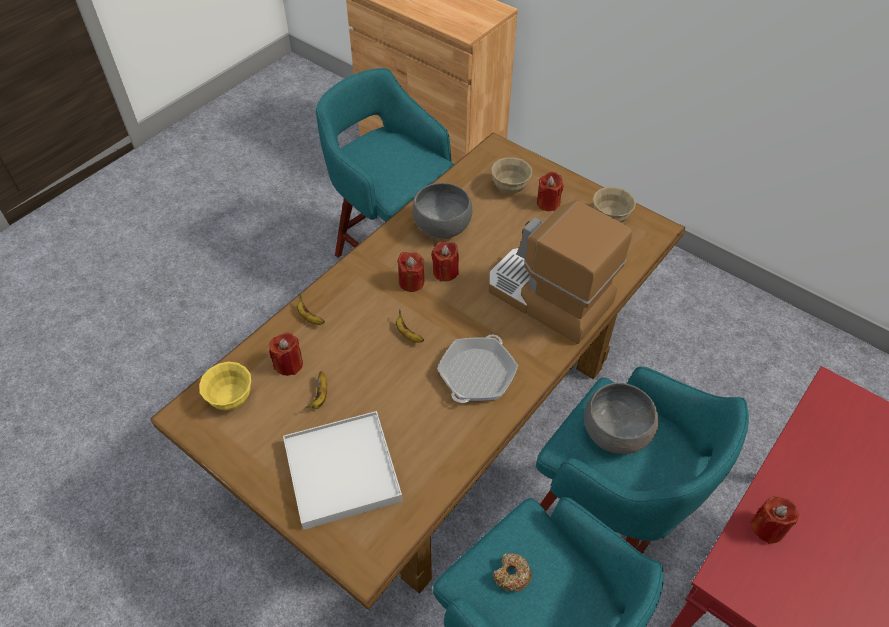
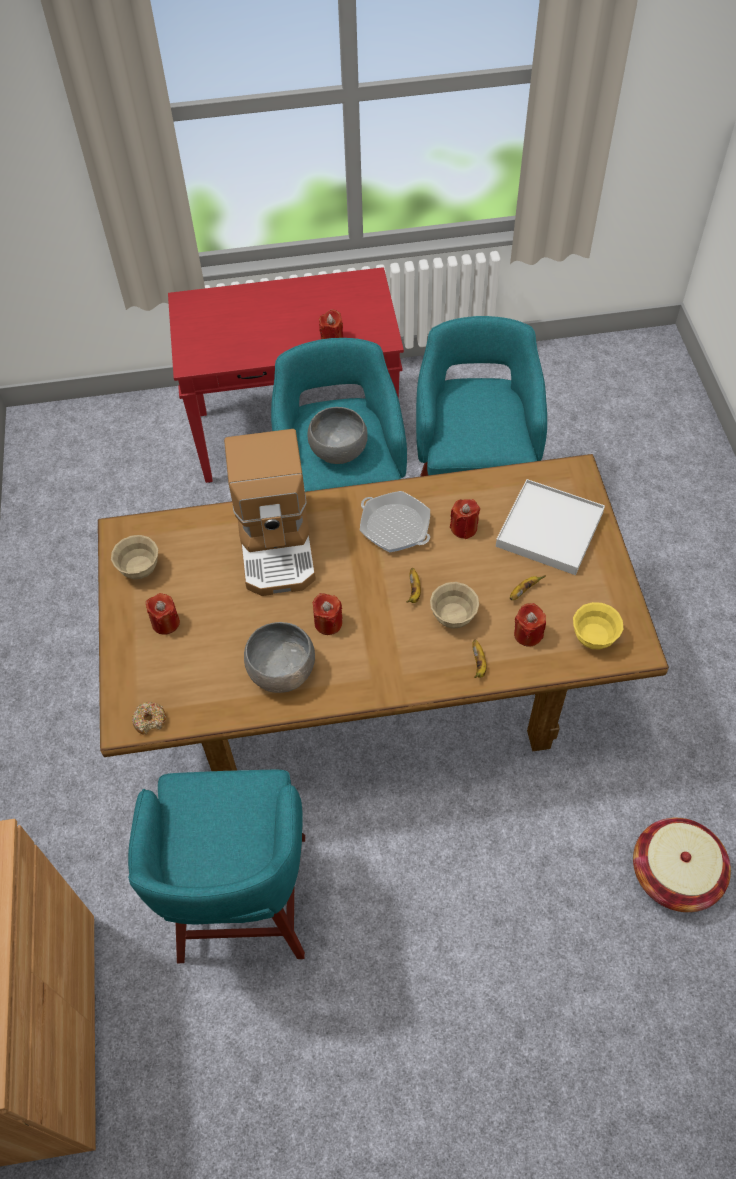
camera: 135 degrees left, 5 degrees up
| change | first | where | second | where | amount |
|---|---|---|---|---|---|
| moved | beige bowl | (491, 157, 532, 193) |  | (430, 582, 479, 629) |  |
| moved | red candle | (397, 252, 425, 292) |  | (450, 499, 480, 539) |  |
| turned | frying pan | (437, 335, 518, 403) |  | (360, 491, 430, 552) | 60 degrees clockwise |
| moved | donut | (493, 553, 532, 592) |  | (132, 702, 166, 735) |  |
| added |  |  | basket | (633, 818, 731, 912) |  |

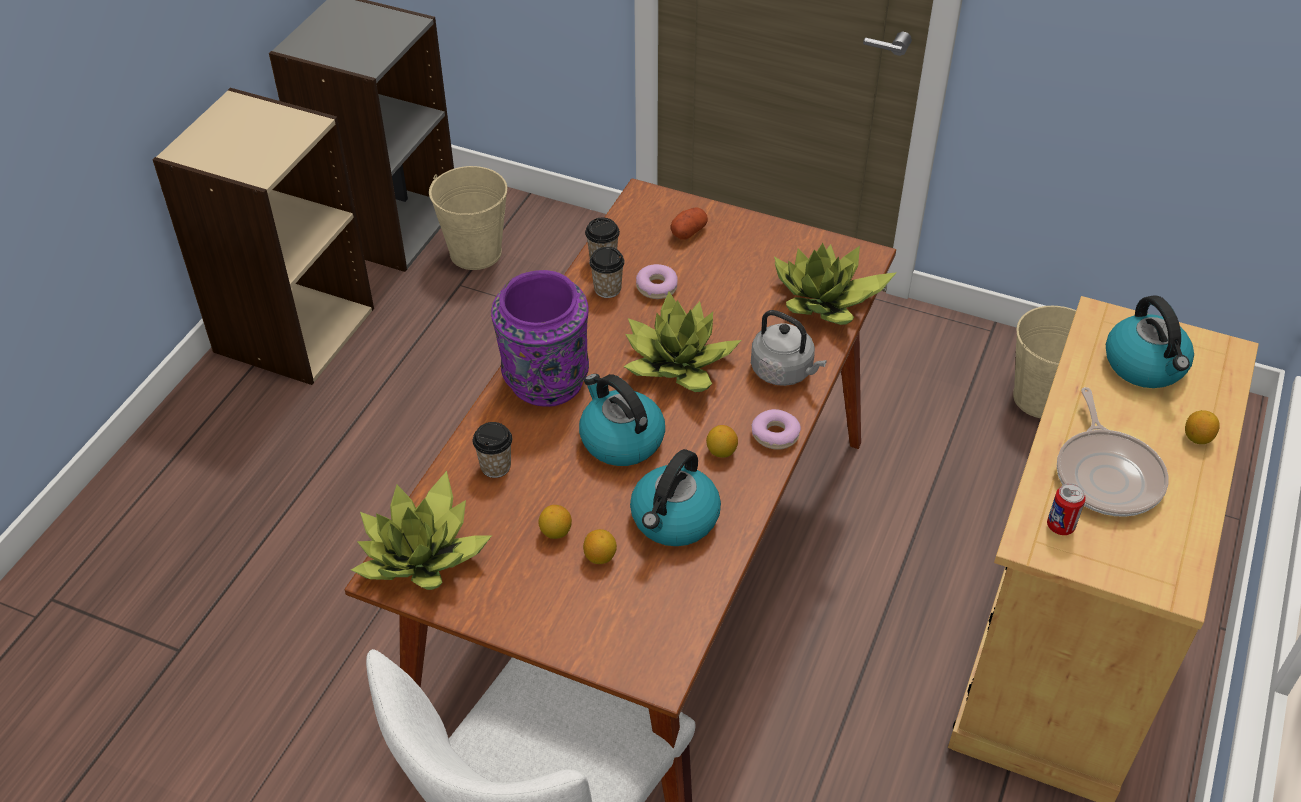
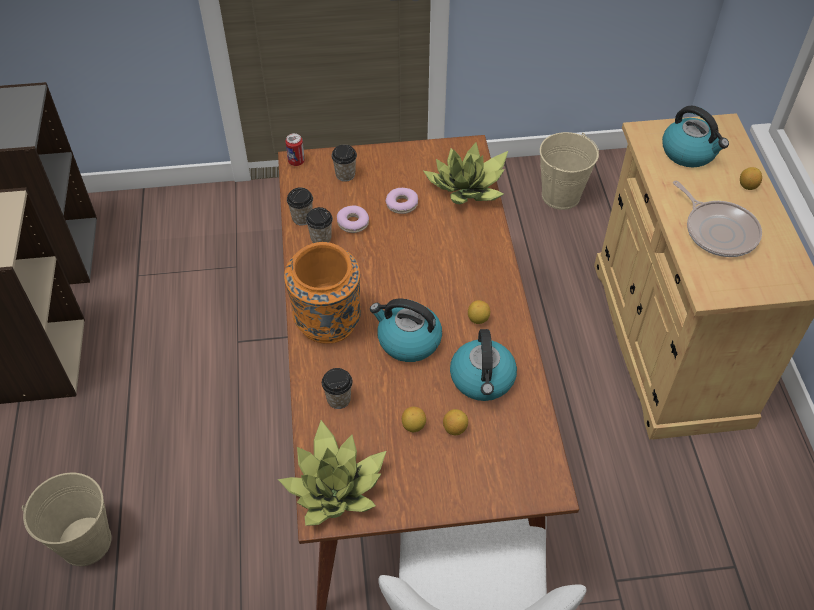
camera: 30 degrees left, 5 degrees up
| change | first | where | second | where | amount |
|---|---|---|---|---|---|
| moved | beige bucket | (429, 166, 507, 270) |  | (22, 473, 112, 566) |  |
| replaced | potato | (670, 208, 708, 240) | cup | (331, 144, 357, 182) |  |
| recoloured | purple vase | (491, 270, 589, 407) | orange vase | (284, 242, 361, 344) |  |
| removed | potted plant | (623, 292, 741, 392) |  |  |  |
| removed | grey kettle | (751, 310, 827, 386) |  |  |  |
| moved | donut | (751, 409, 801, 450) |  | (385, 188, 418, 214) |  |
| moved | can | (1047, 483, 1086, 535) |  | (285, 133, 305, 166) |  |

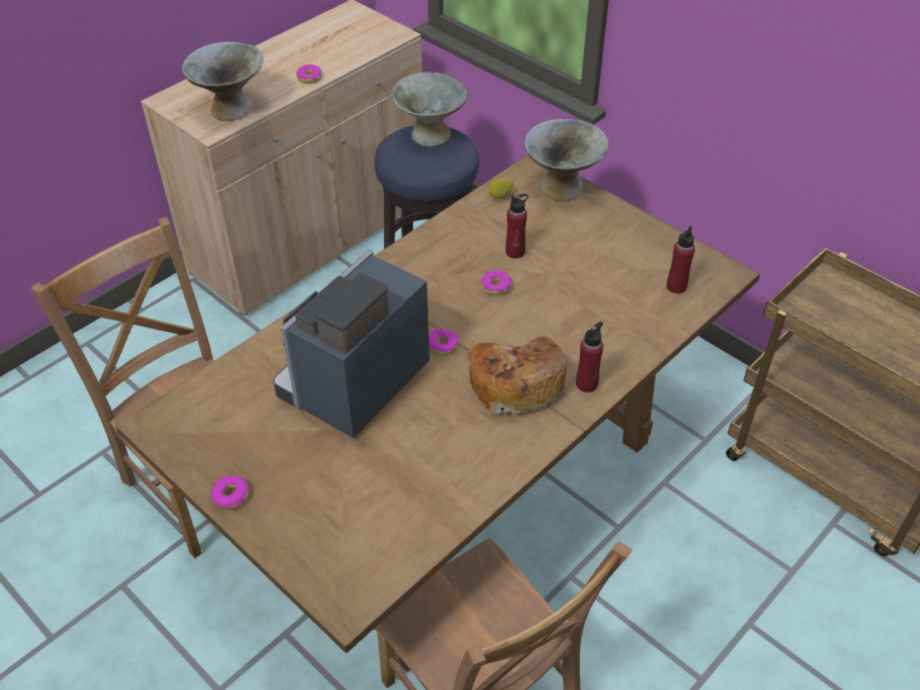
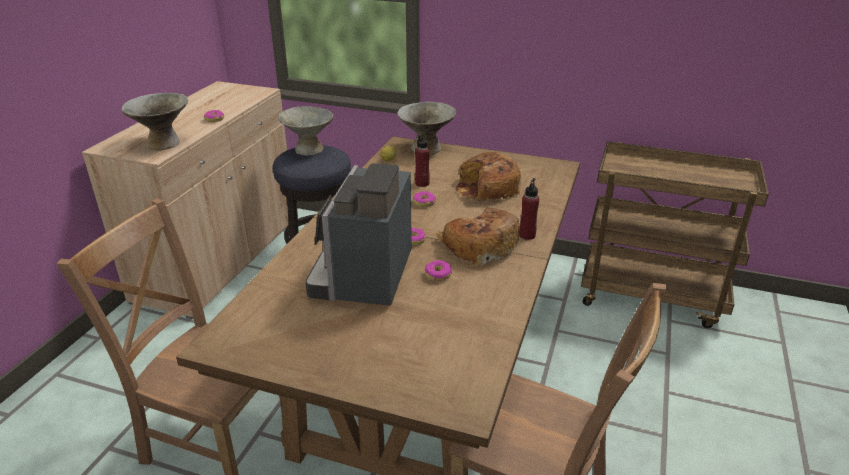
camera: 25 degrees left, 15 degrees down
| change | first | where | second | where | amount |
|---|---|---|---|---|---|
| removed | red bottle | (667, 226, 695, 294) |  |  |  |
| moved | donut | (211, 476, 249, 510) |  | (425, 260, 452, 281) |  |
| added |  |  | bread | (455, 151, 521, 201) |  |

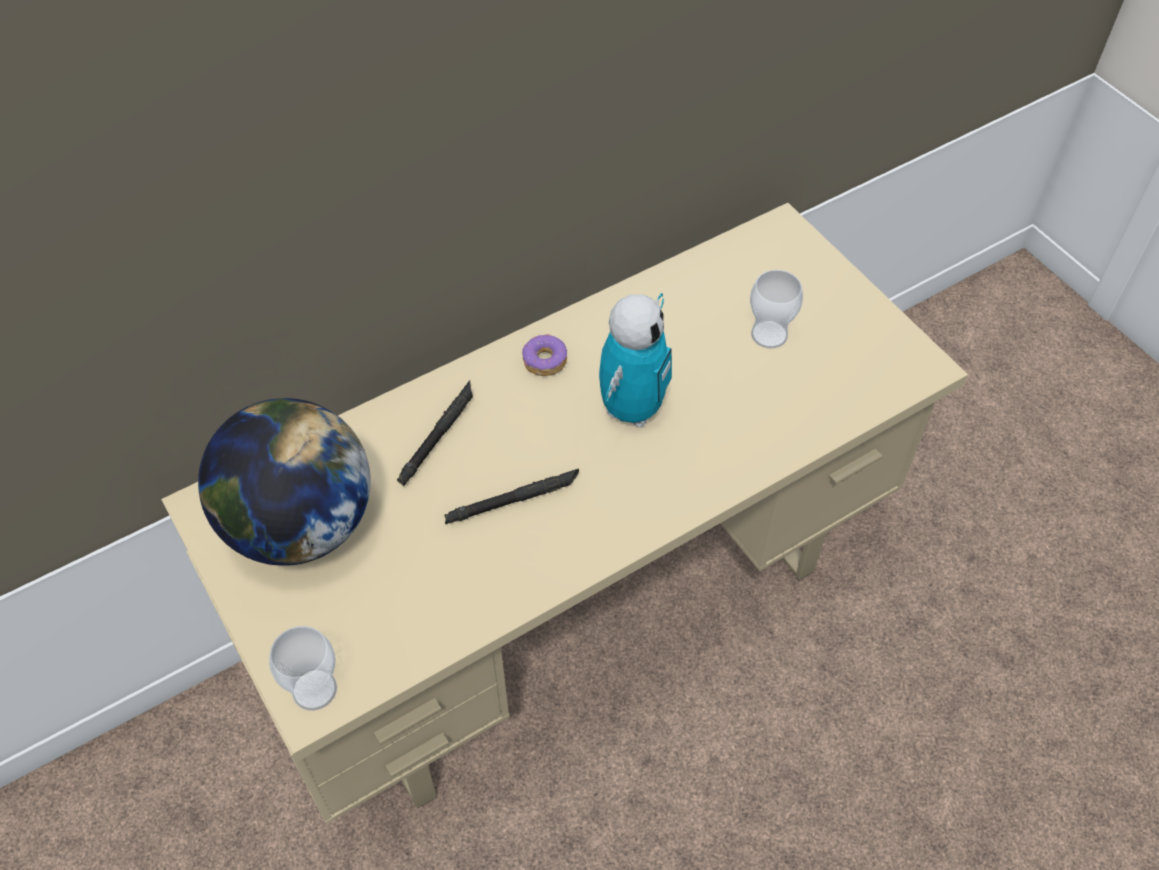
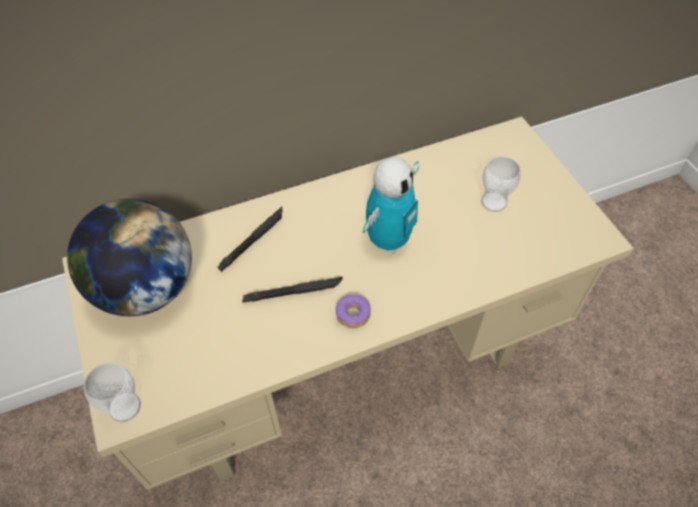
camera: 10 degrees right, 0 degrees up
| change | first | where | second | where | amount |
|---|---|---|---|---|---|
| moved | donut | (522, 334, 567, 376) |  | (336, 293, 371, 328) |  |

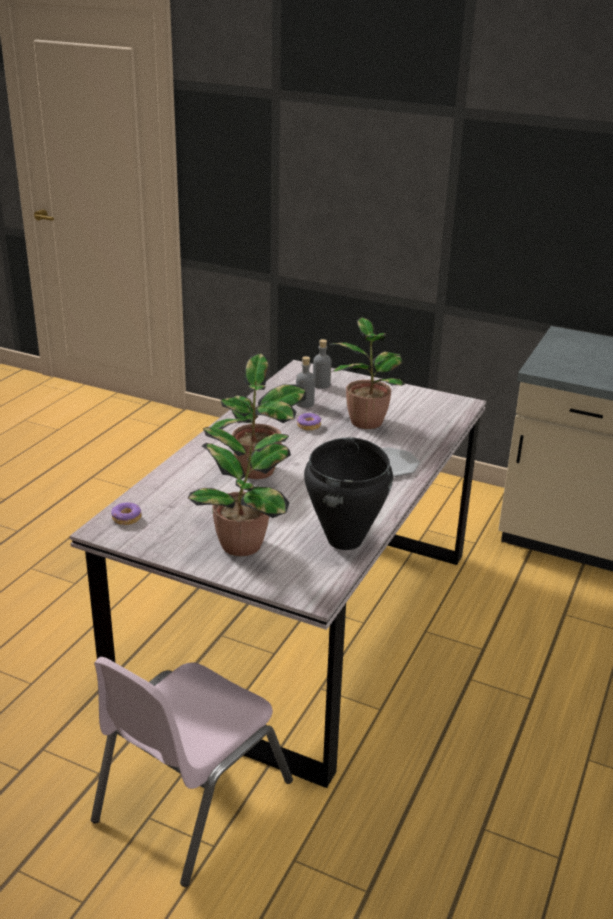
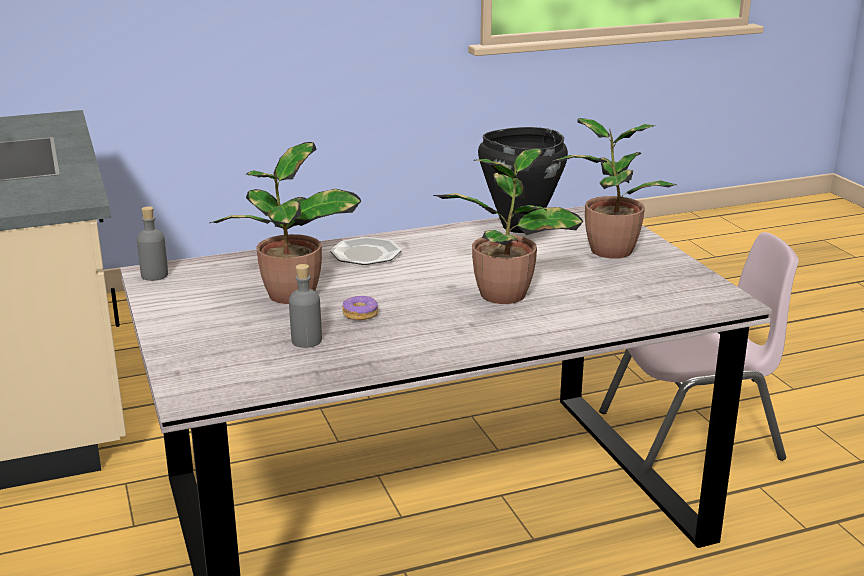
camera: 135 degrees left, 5 degrees down
| change | first | where | second | where | amount |
|---|---|---|---|---|---|
| moved | grey bottle | (313, 339, 331, 389) |  | (137, 206, 168, 281) |  |
| removed | donut | (111, 502, 142, 525) |  |  |  |

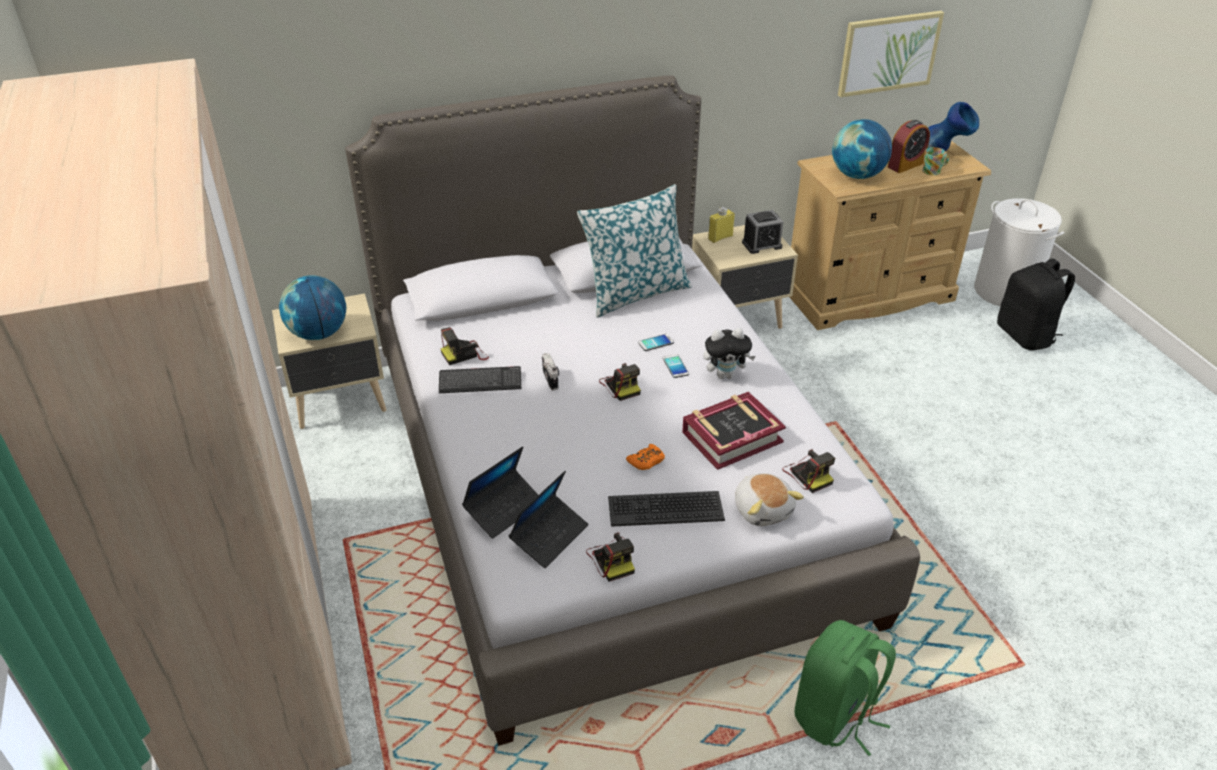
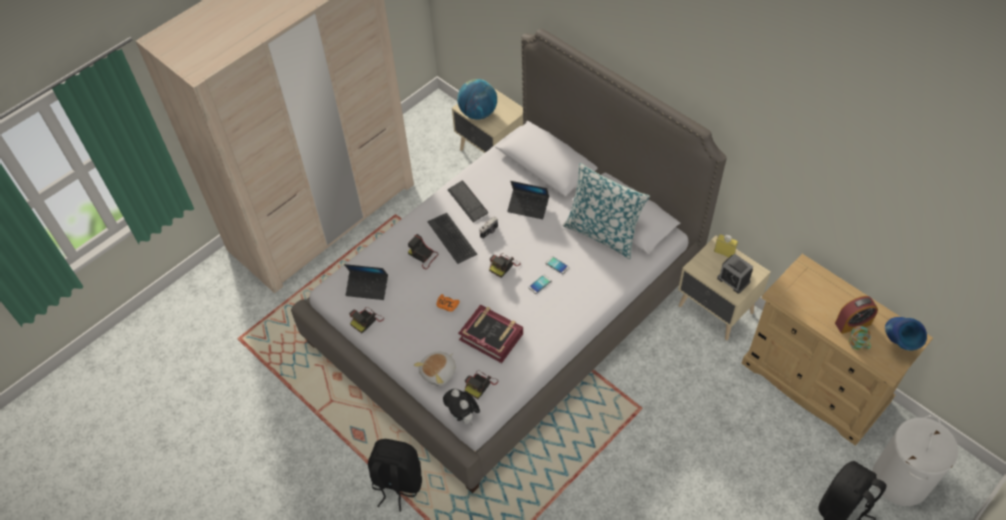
camera: 65 degrees right, 15 degrees up
| change | first | where | second | where | amount |
|---|---|---|---|---|---|
| removed | picture | (838, 11, 944, 97) |  |  |  |
| removed | globe | (832, 119, 892, 179) |  |  |  |
| turned | alarm clock | (888, 120, 930, 173) |  | (835, 296, 878, 334) | 45 degrees counterclockwise |
| moved | photo camera | (441, 327, 489, 365) |  | (408, 234, 438, 269) |  |
| moved | plush toy | (703, 328, 755, 379) |  | (443, 389, 480, 425) |  |
| moved | laptop | (462, 446, 538, 539) |  | (507, 181, 549, 219) |  |
| moved | keyboard | (608, 491, 725, 527) |  | (427, 213, 477, 264) |  |
| recoloured | green backpack | (795, 620, 896, 756) | black backpack | (368, 439, 422, 512) |  |

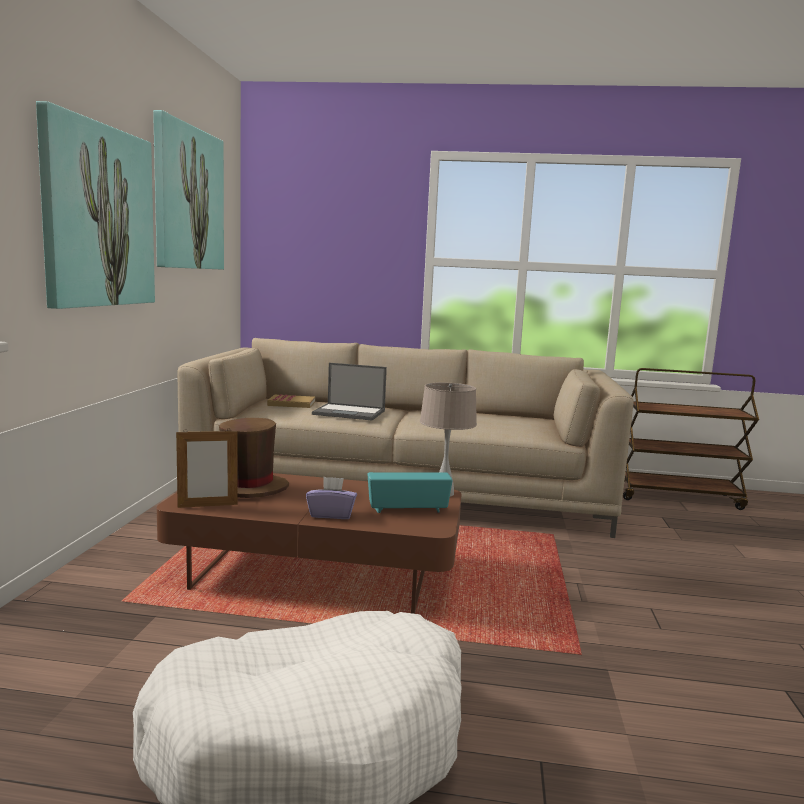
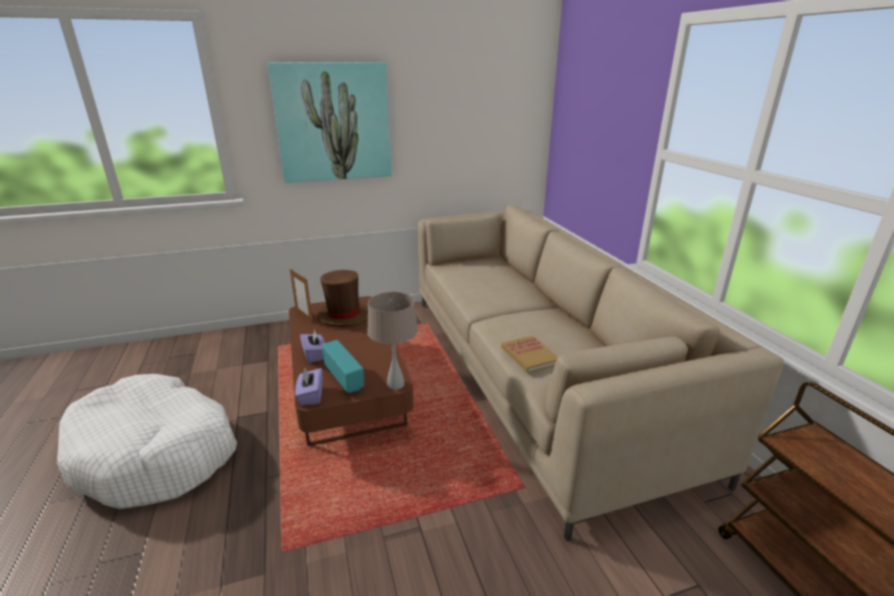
camera: 65 degrees right, 15 degrees up
| change | first | where | second | where | amount |
|---|---|---|---|---|---|
| removed | picture | (153, 110, 224, 270) |  |  |  |
| removed | laptop | (312, 363, 387, 421) |  |  |  |
| moved | book | (267, 394, 315, 408) |  | (501, 336, 558, 373) |  |
| added |  |  | purple tissue box | (295, 368, 323, 406) |  |

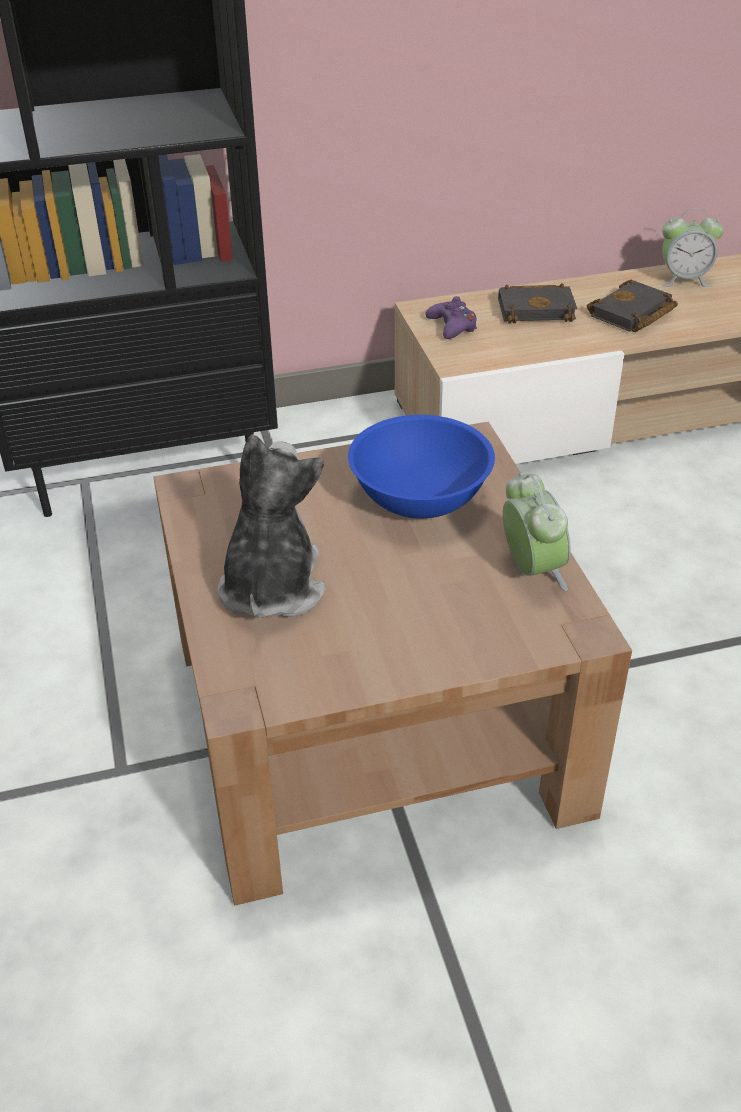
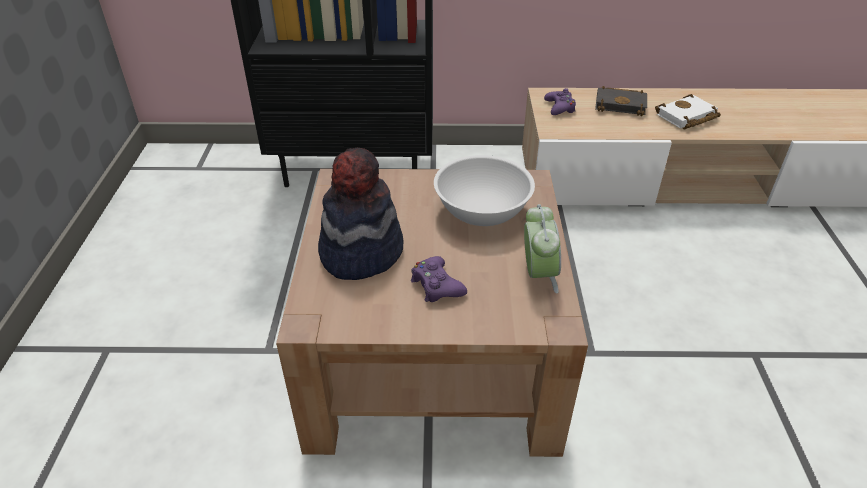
camera: 15 degrees right, 0 degrees up
| change | first | where | second | where | amount |
|---|---|---|---|---|---|
| removed | alarm clock | (662, 208, 724, 287) |  |  |  |
| recoloured | black book | (587, 279, 678, 332) | white book | (655, 94, 721, 129) |  |
| recoloured | blue bowl | (348, 415, 495, 519) | white bowl | (434, 155, 535, 226) |  |
| replaced | plush toy | (218, 434, 326, 618) | hat | (318, 148, 404, 280) |  |
| added |  |  | purple game controller | (411, 256, 467, 302) |  |

